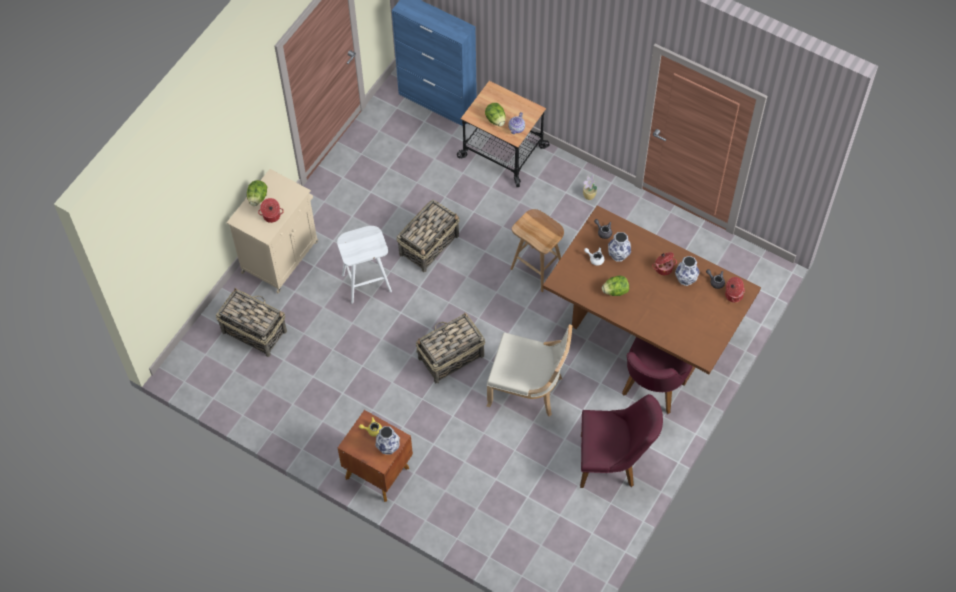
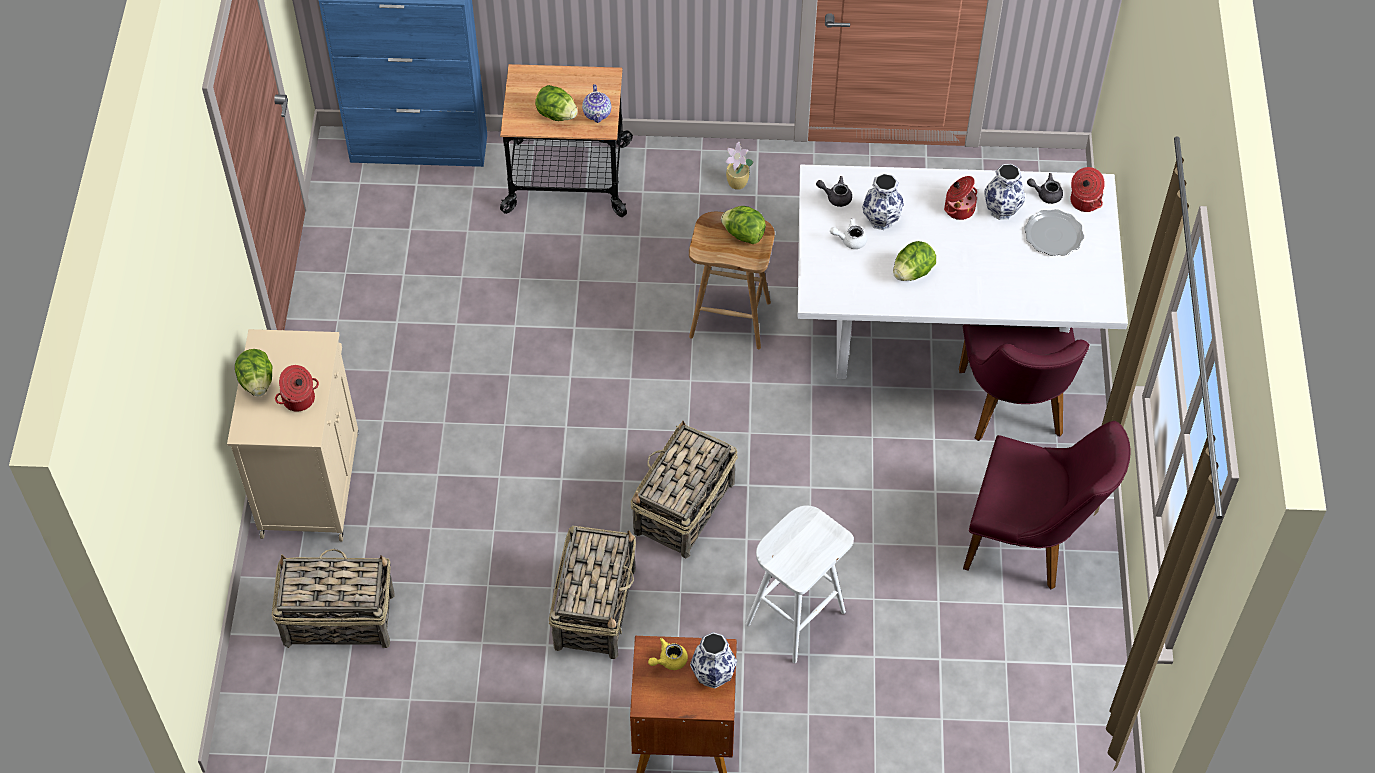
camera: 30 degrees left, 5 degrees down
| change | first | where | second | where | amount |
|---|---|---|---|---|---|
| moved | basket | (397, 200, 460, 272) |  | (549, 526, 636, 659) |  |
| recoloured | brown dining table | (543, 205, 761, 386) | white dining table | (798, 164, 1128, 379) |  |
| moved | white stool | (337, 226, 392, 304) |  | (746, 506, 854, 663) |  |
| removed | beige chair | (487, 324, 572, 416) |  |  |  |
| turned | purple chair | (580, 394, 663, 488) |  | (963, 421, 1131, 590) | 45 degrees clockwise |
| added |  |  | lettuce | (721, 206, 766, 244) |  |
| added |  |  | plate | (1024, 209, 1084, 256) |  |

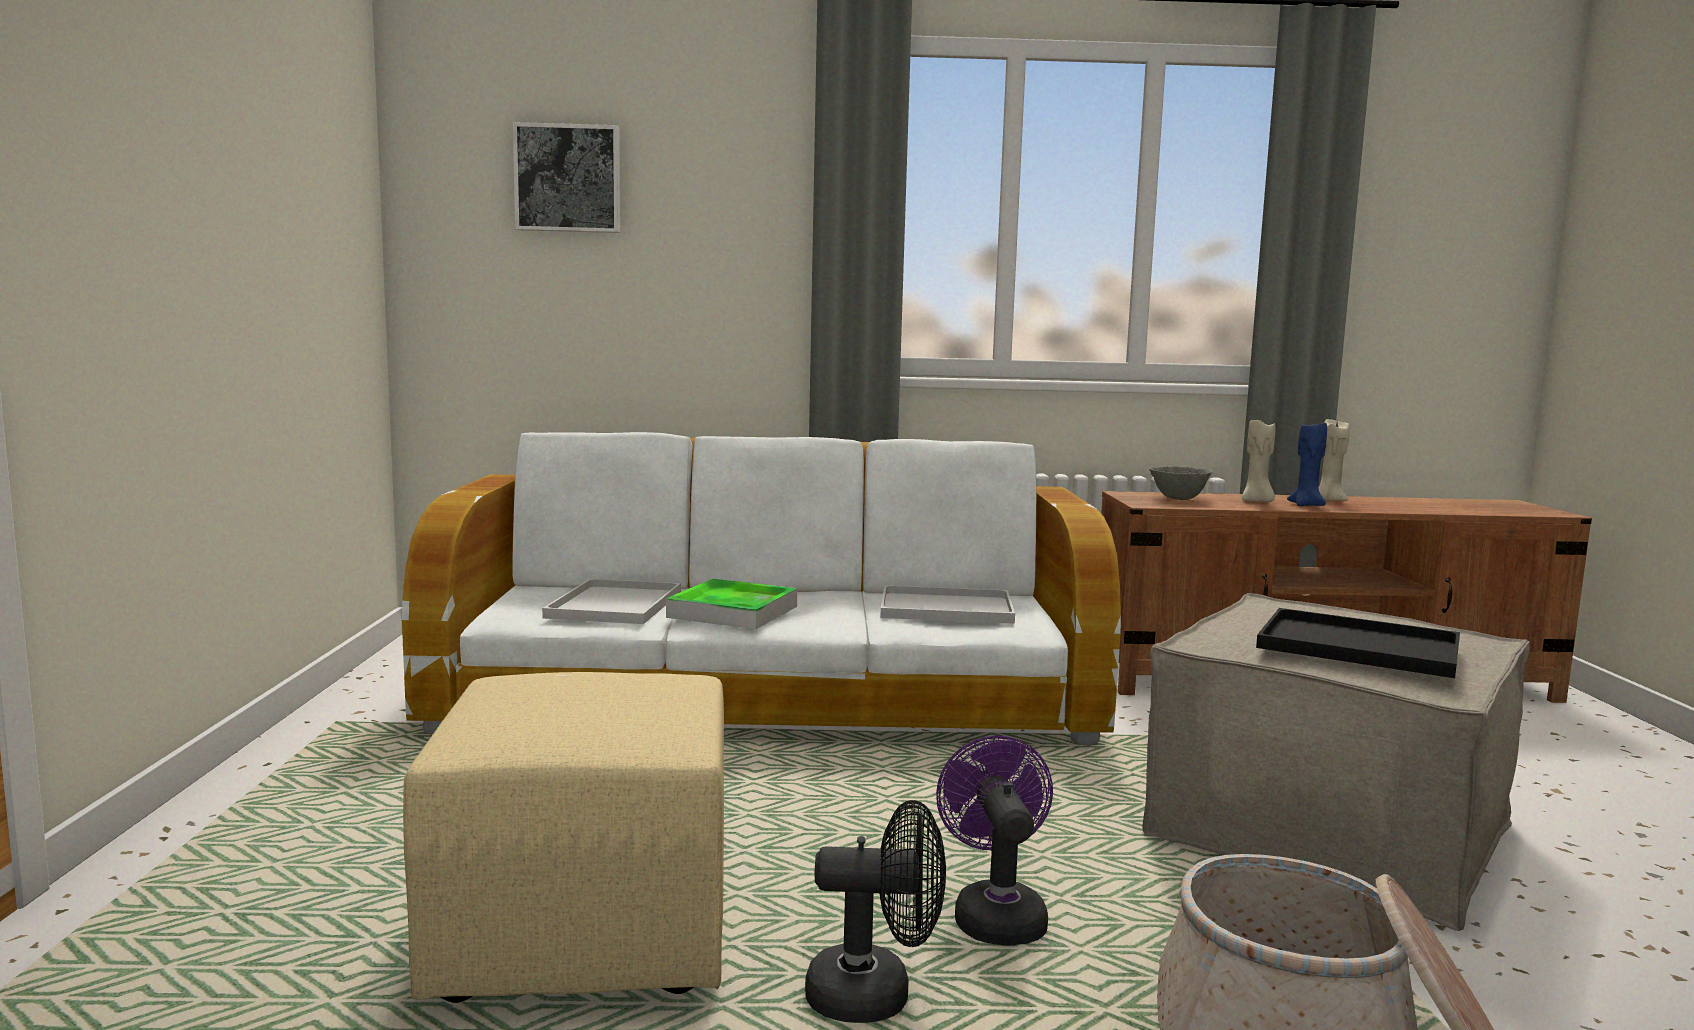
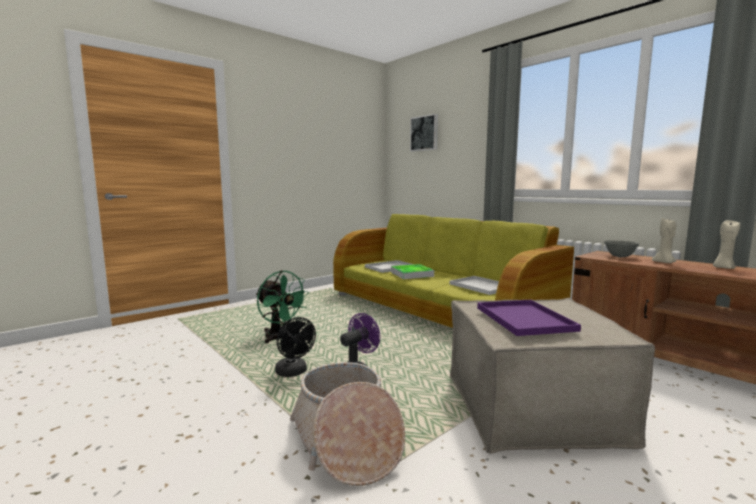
camera: 50 degrees right, 0 degrees up
| change | first | where | second | where | amount |
|---|---|---|---|---|---|
| removed | blue candle | (1287, 423, 1327, 506) |  |  |  |
| recoloured | white sofa | (402, 432, 1121, 746) | green sofa | (333, 214, 574, 328) |  |
| recoloured | black tray | (1256, 608, 1460, 678) | purple tray | (477, 300, 581, 336) |  |
| replaced | beige ottoman | (403, 672, 724, 1003) | green fan | (256, 270, 309, 343) |  |

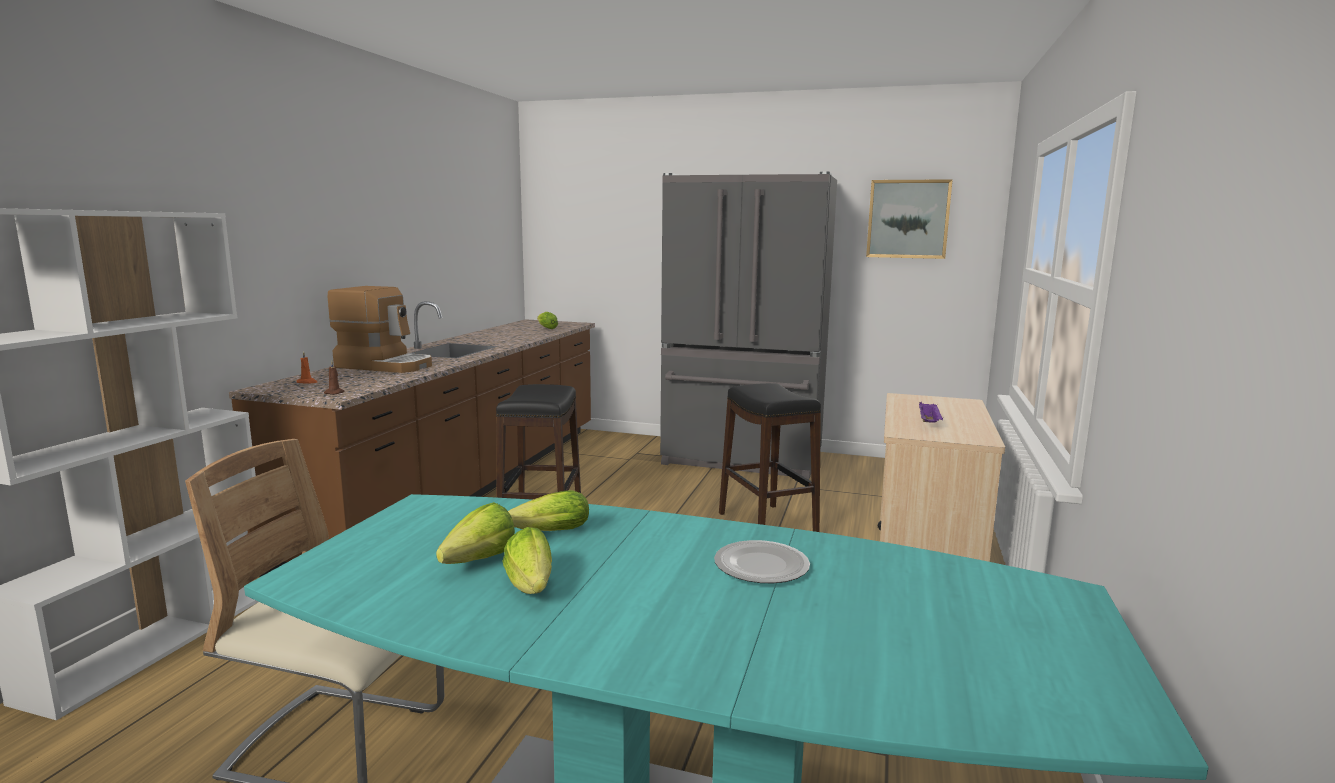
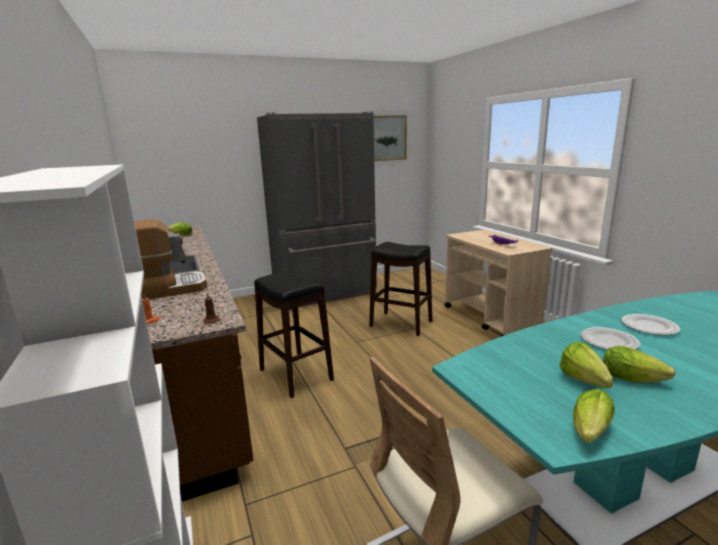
camera: 40 degrees left, 5 degrees up
| change | first | where | second | where | amount |
|---|---|---|---|---|---|
| moved | lettuce | (508, 490, 589, 531) |  | (573, 389, 615, 443) |  |
| added |  |  | plate | (580, 327, 640, 350) |  |

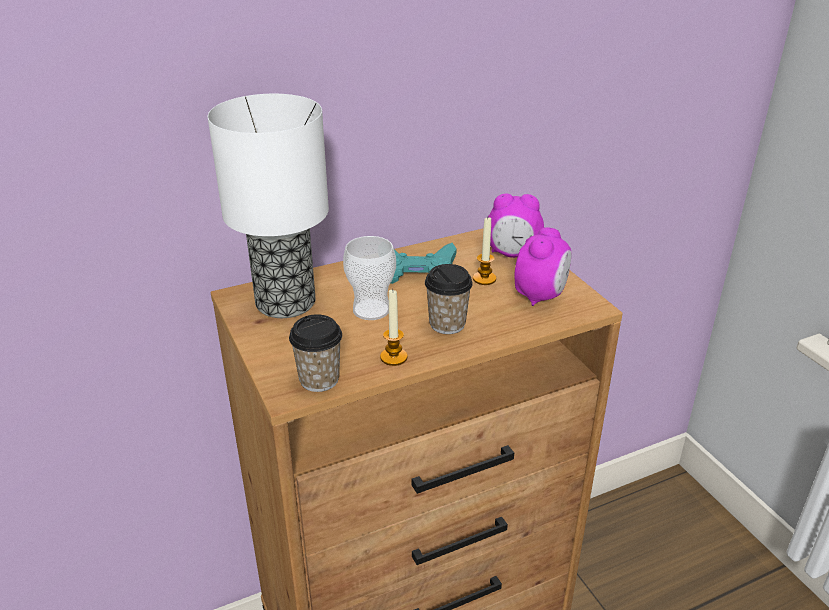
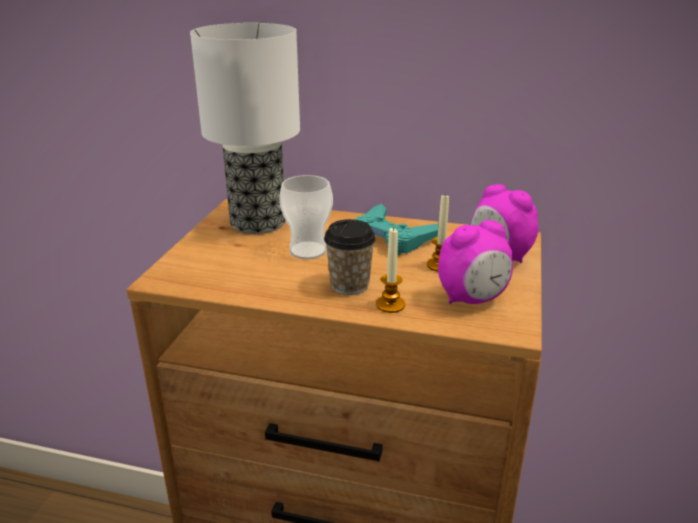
camera: 40 degrees right, 5 degrees down
| change | first | where | second | where | amount |
|---|---|---|---|---|---|
| moved | candle | (380, 290, 408, 366) |  | (376, 227, 405, 313) |  |
| removed | cup | (289, 314, 342, 392) |  |  |  |

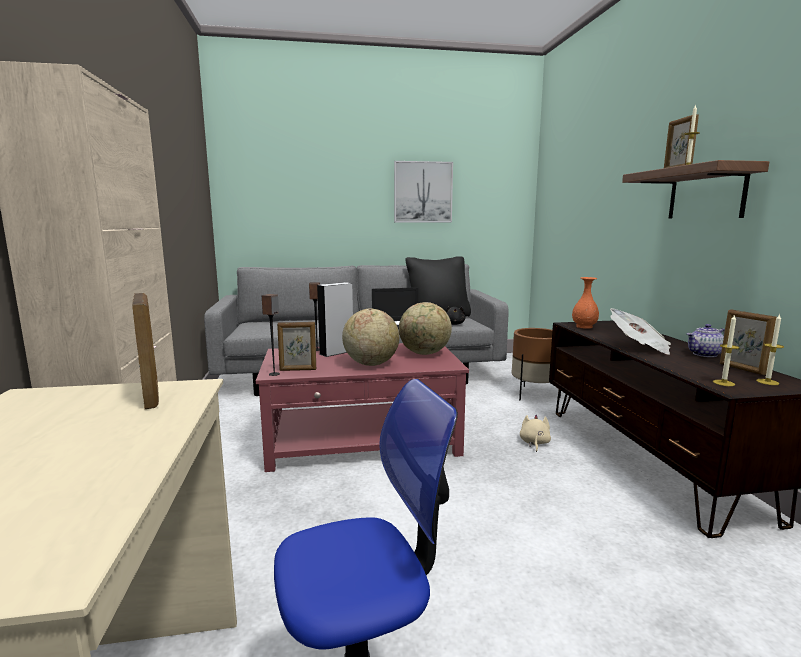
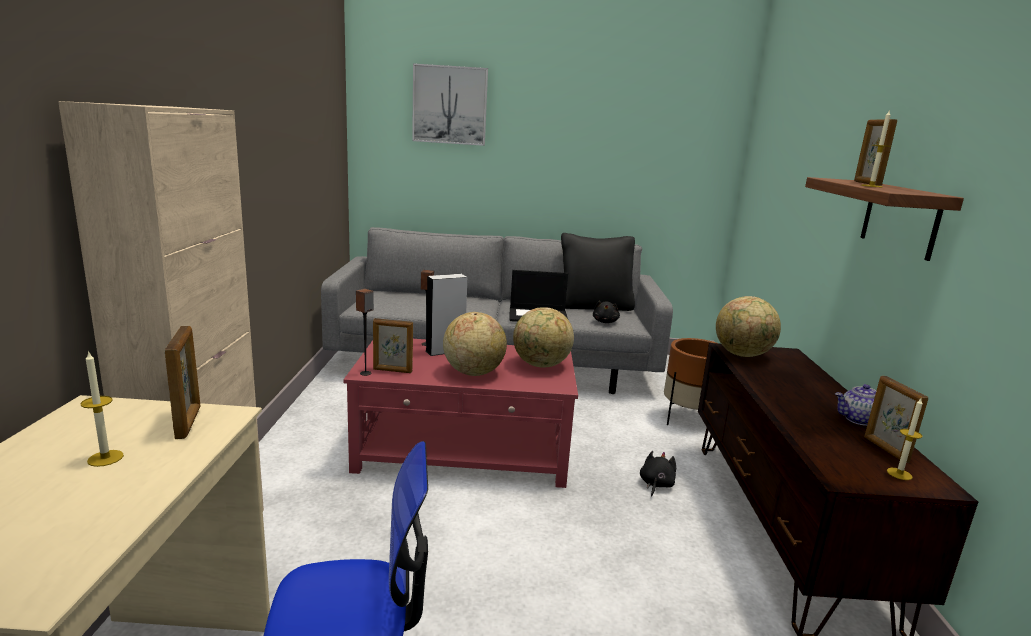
camera: 10 degrees right, 5 degrees up
| change | first | where | second | where | amount |
|---|---|---|---|---|---|
| moved | picture | (394, 161, 453, 222) |  | (412, 63, 488, 146) |  |
| replaced | orange vase | (572, 277, 599, 329) | globe | (716, 296, 781, 357) |  |
| removed | newspaper | (610, 308, 671, 355) |  |  |  |
| moved | candle | (713, 314, 739, 386) |  | (80, 351, 124, 467) |  |
| recoloured | beige plush toy | (520, 415, 551, 452) | black plush toy | (640, 451, 676, 497) |  |

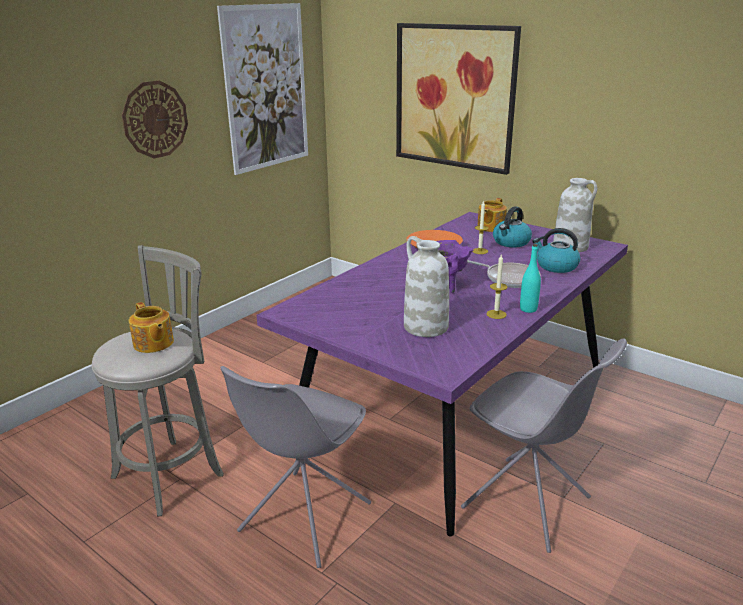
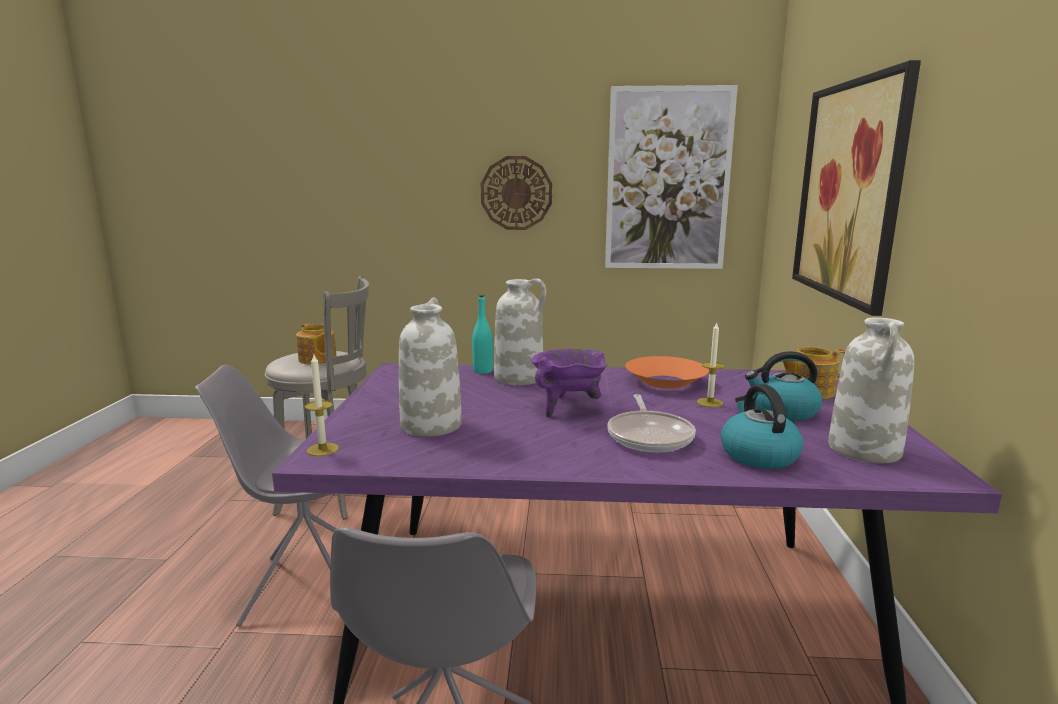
camera: 55 degrees right, 10 degrees down
| change | first | where | second | where | amount |
|---|---|---|---|---|---|
| moved | turquoise bottle | (520, 244, 541, 313) |  | (472, 295, 493, 374) |  |
| moved | candle | (486, 255, 508, 319) |  | (305, 355, 339, 456) |  |
| turned | teapot | (129, 302, 174, 353) |  | (296, 323, 337, 365) | 60 degrees counterclockwise |
| added |  |  | white vase | (494, 278, 546, 385) |  |

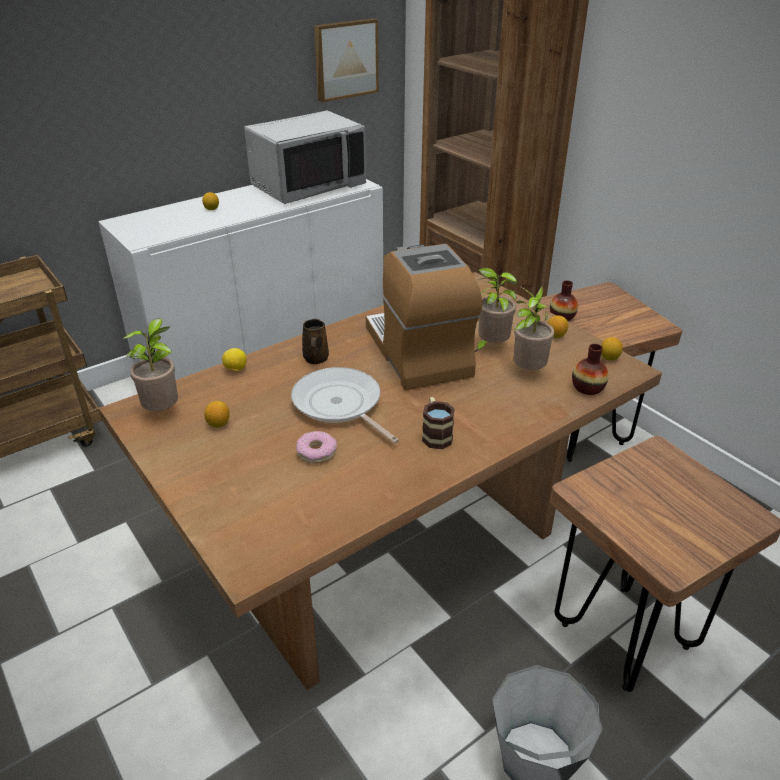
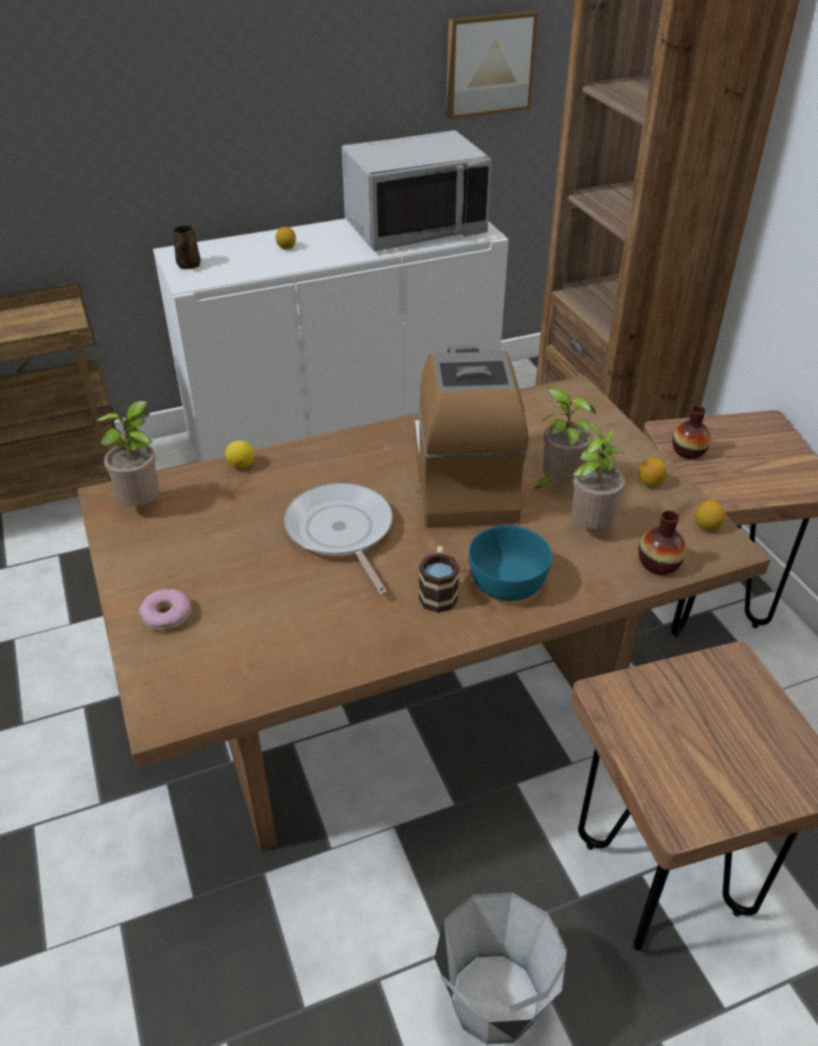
camera: 15 degrees right, 5 degrees up
| change | first | where | second | where | amount |
|---|---|---|---|---|---|
| moved | brown mug | (302, 319, 329, 364) |  | (173, 225, 201, 269) |  |
| removed | lemon | (204, 401, 230, 428) |  |  |  |
| moved | donut | (296, 431, 337, 464) |  | (139, 589, 192, 631) |  |
| added |  |  | turquoise bowl | (469, 525, 552, 601) |  |

